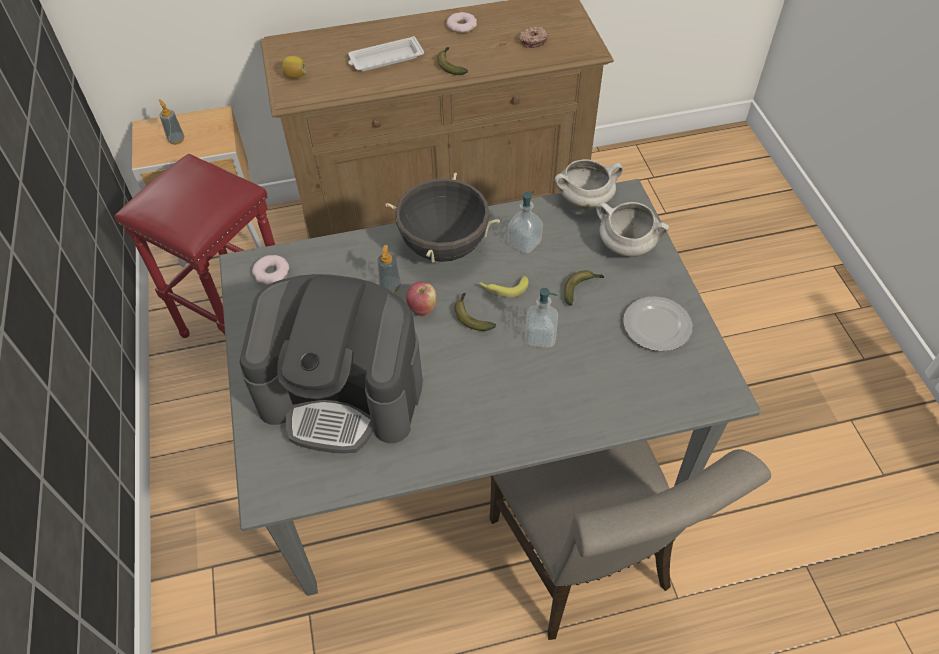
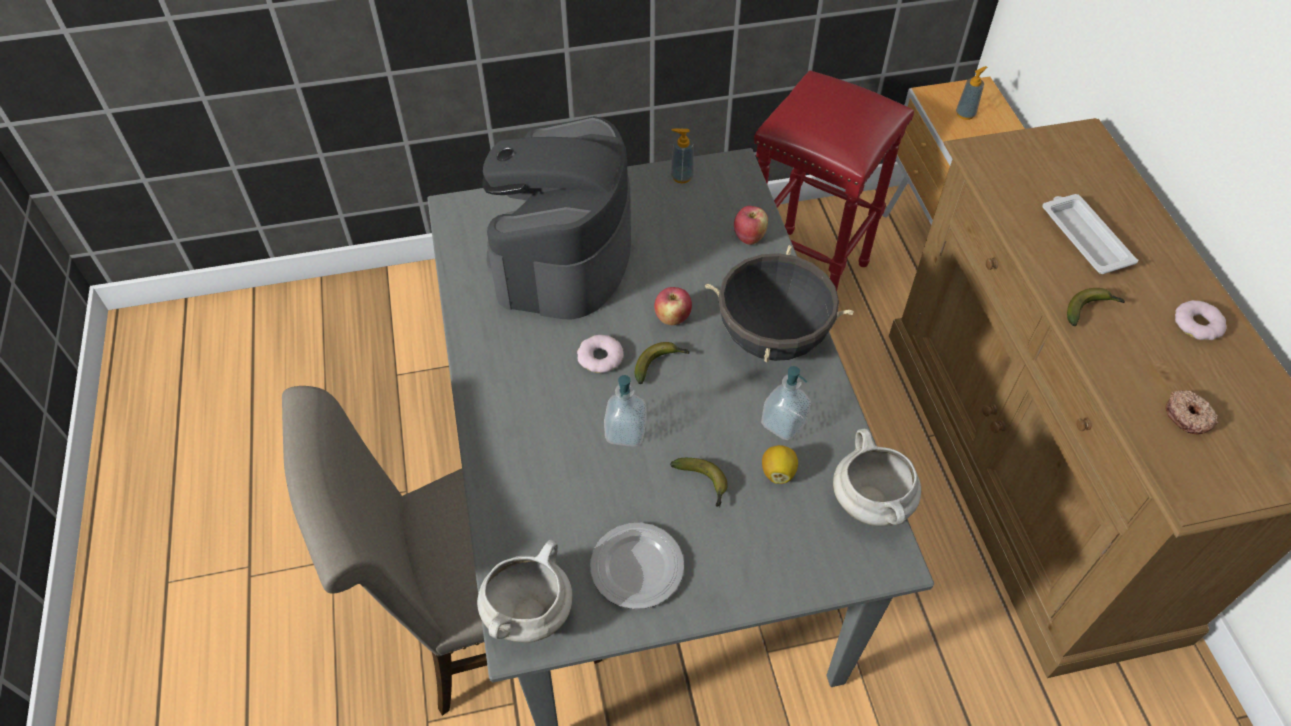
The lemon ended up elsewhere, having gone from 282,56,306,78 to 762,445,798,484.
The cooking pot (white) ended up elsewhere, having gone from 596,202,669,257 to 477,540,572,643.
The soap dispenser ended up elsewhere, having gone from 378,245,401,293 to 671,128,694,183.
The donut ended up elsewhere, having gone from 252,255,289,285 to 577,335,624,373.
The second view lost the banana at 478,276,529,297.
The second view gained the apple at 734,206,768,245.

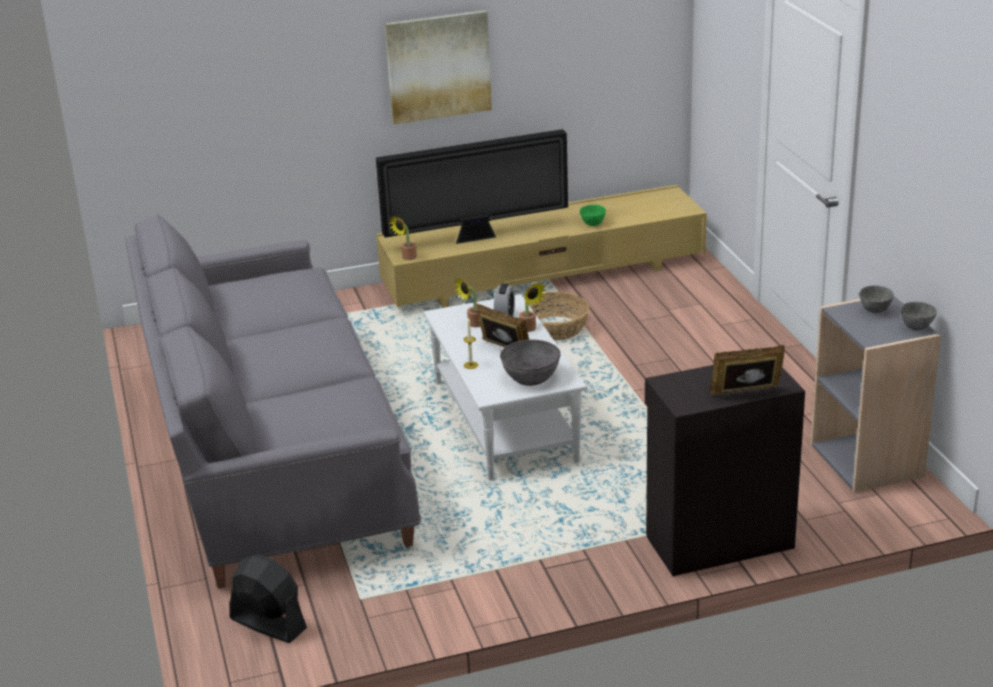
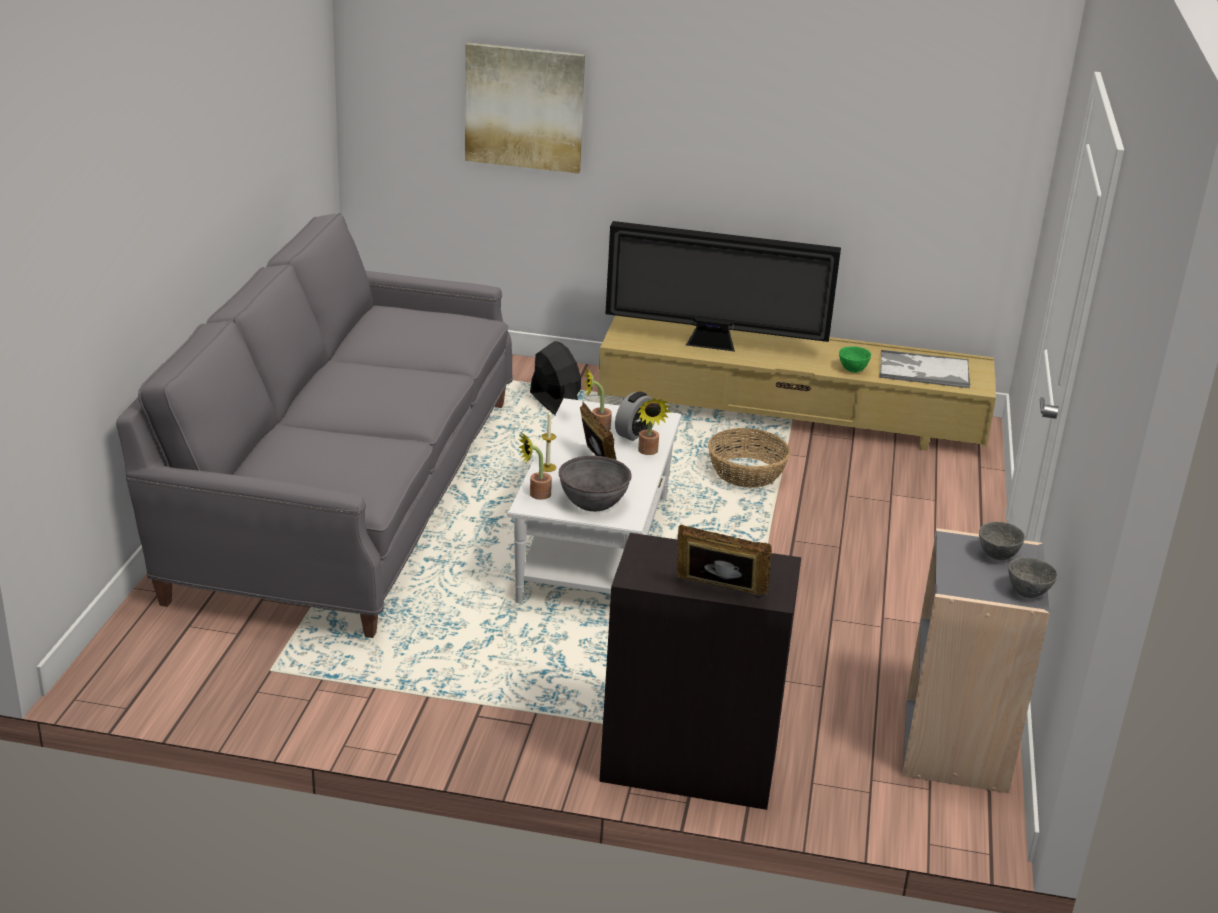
The picture ended up elsewhere, having gone from 385,10,492,124 to 465,43,585,173.
The potted plant ended up elsewhere, having gone from 389,216,417,260 to 518,432,552,500.
The fan (black) ended up elsewhere, having gone from 229,554,307,643 to 530,341,581,415.
The second view gained the tray at 879,350,970,388.

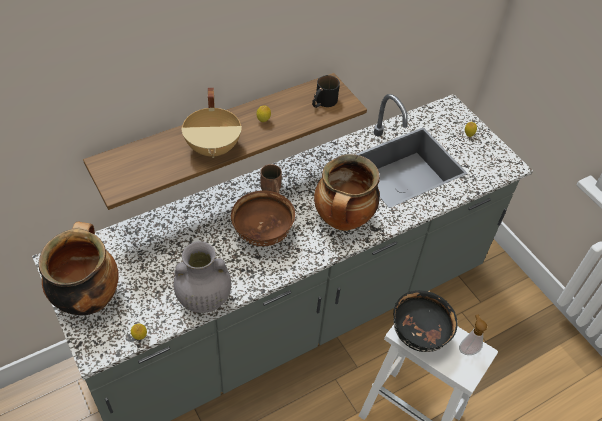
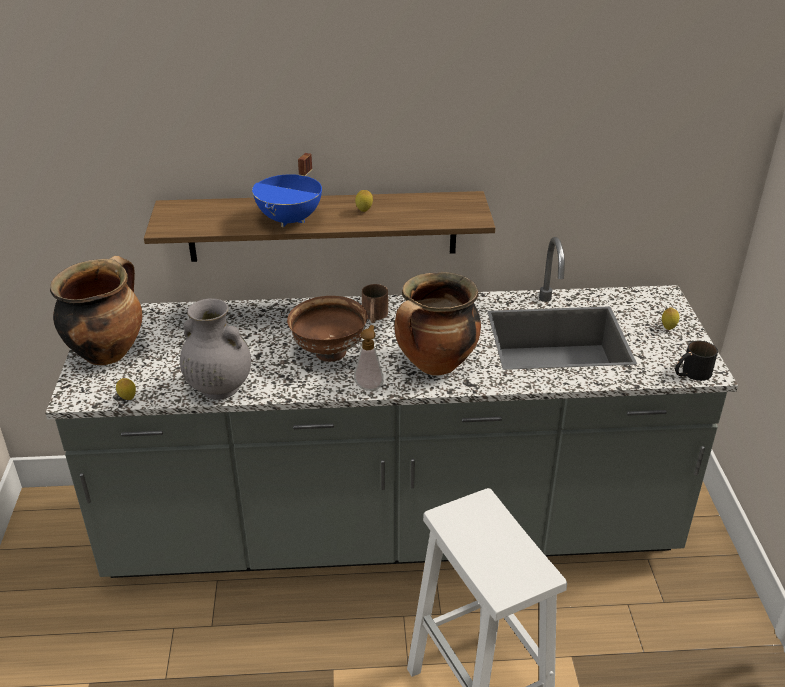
The mug (black) ended up elsewhere, having gone from 312,75,340,108 to 675,341,718,381.
What was the cooking pot (beige) at 181,88,242,158 turned into the cooking pot (blue) at 252,153,322,227.
The second view lost the bowl (black) at 393,290,457,352.
The soap dispenser ended up elsewhere, having gone from 459,315,487,355 to 354,325,384,391.

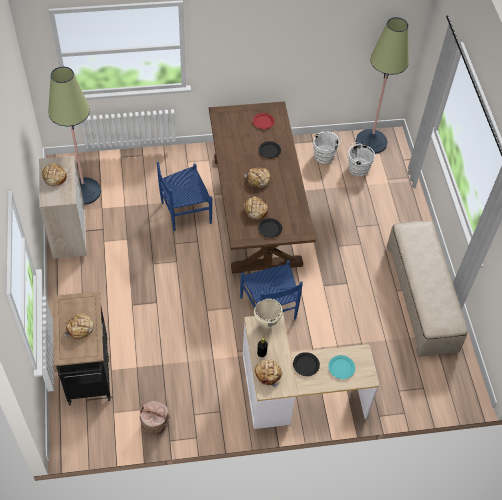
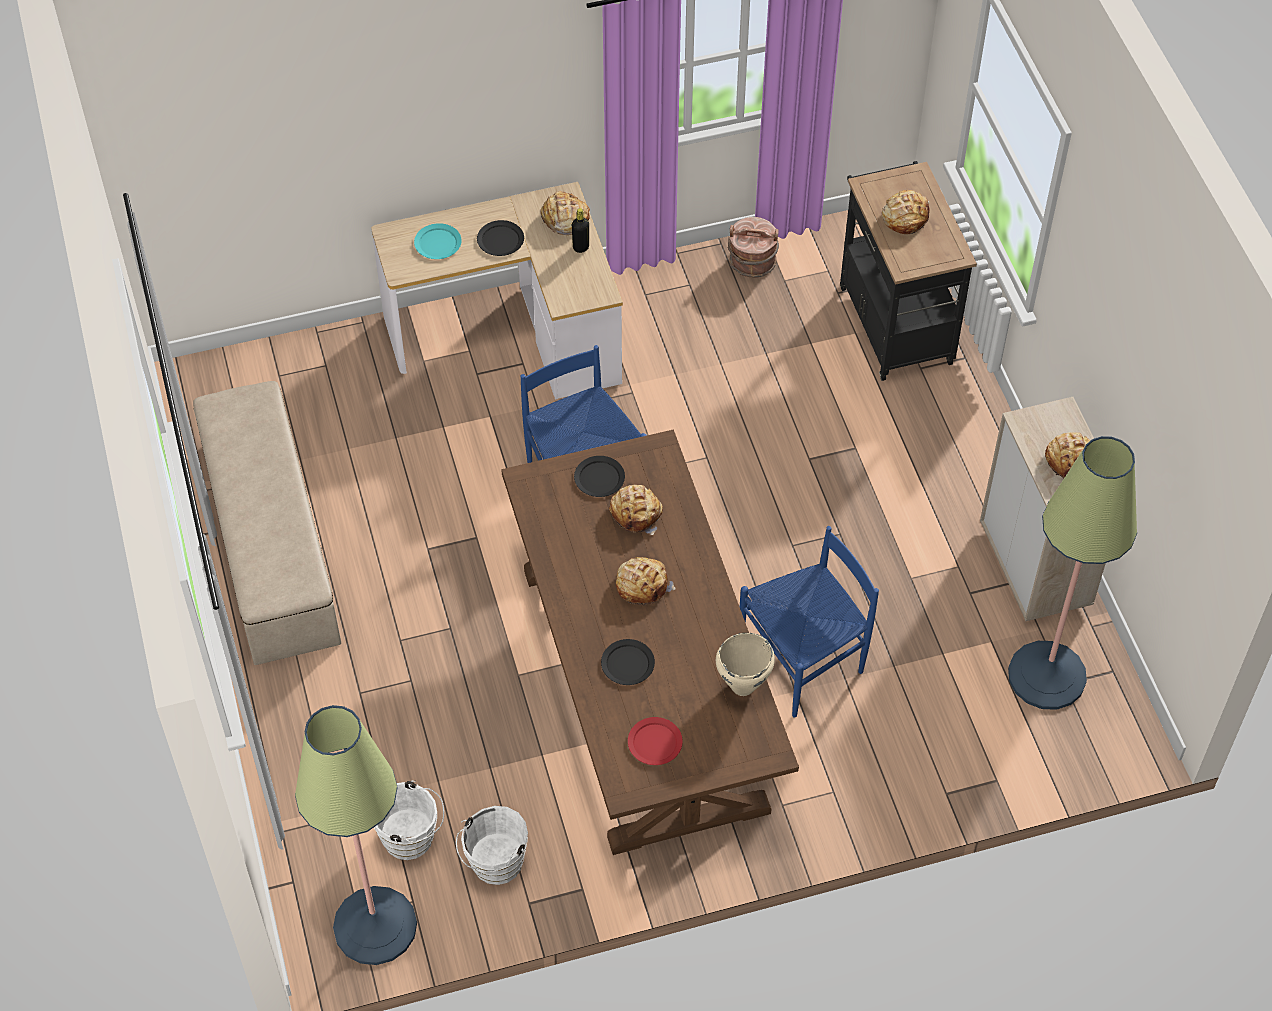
The cooking pot (beige) ended up elsewhere, having gone from 254,299,283,329 to 716,633,775,696.

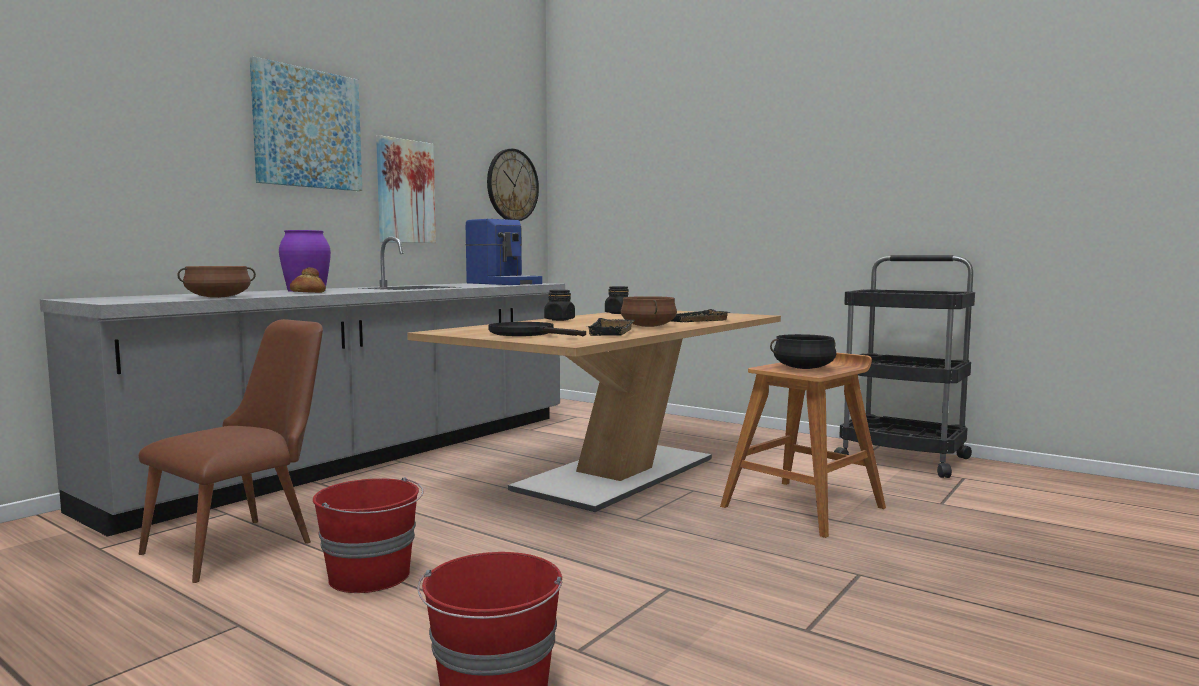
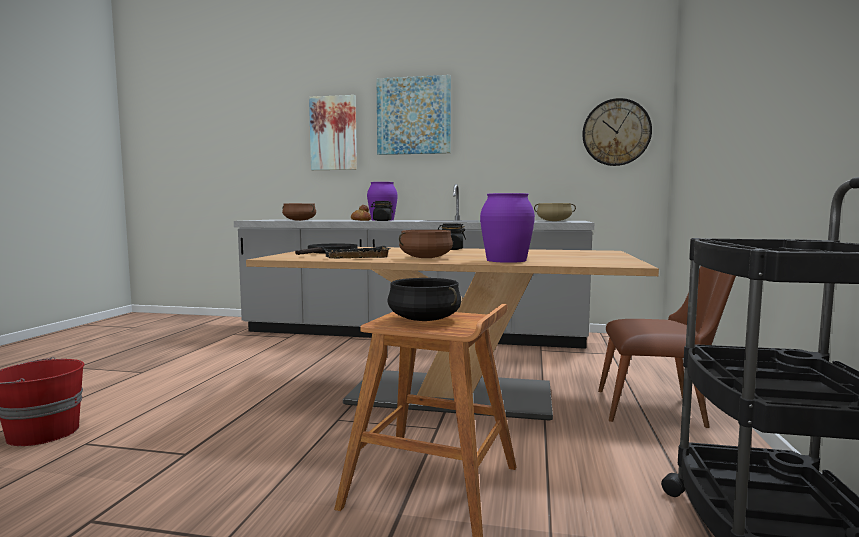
The picture ended up elsewhere, having gone from 376,135,436,243 to 309,95,357,170.
Where the coffee machine stood at 465,219,542,285, the cooking pot (beige) came to stand at 534,203,576,221.
The jar (black) ended up elsewhere, having gone from 605,286,629,314 to 371,201,393,221.
Where the tray (black) stood at 671,309,730,322, the vase (purple) came to stand at 480,193,535,263.
The chair (brown) ended up elsewhere, having gone from 138,319,323,583 to 598,266,736,428.
The second view lost the bucket (red) at 313,477,423,593.

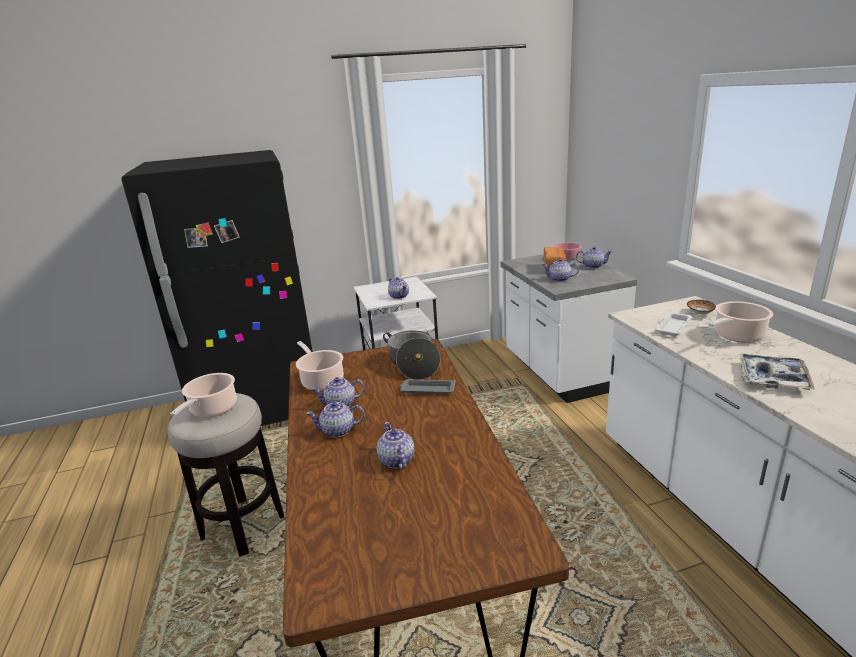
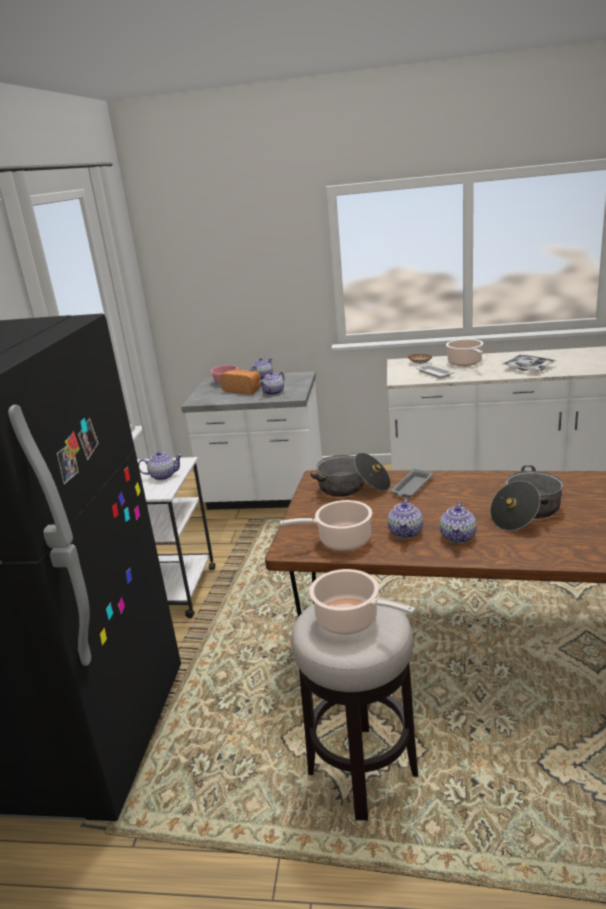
Where the teapot stood at 377,422,414,470, the cooking pot came to stand at 490,466,564,531.

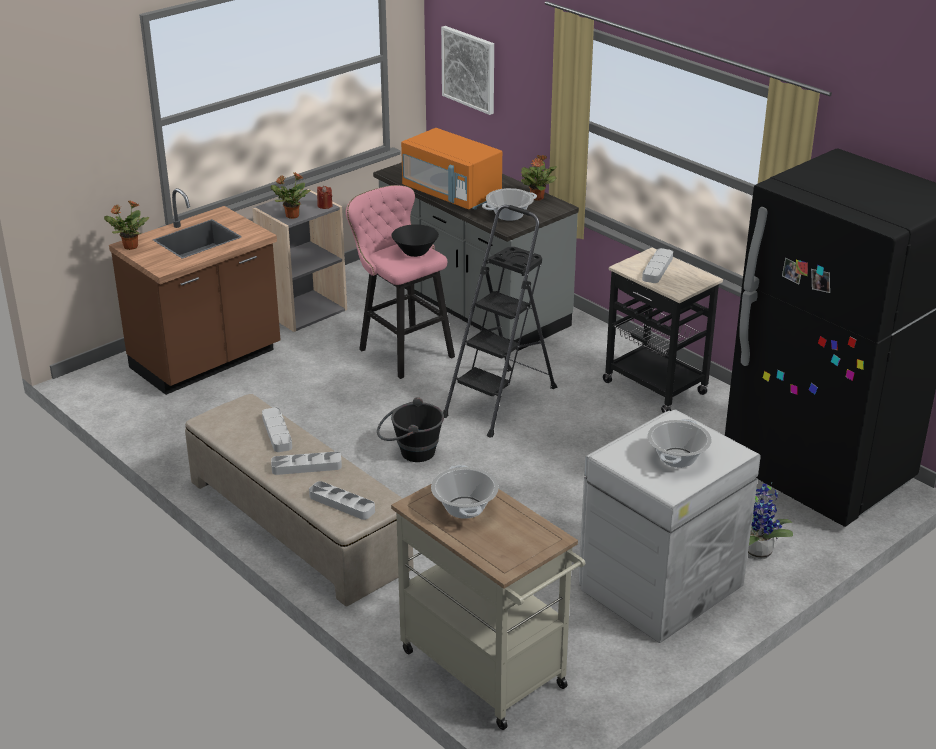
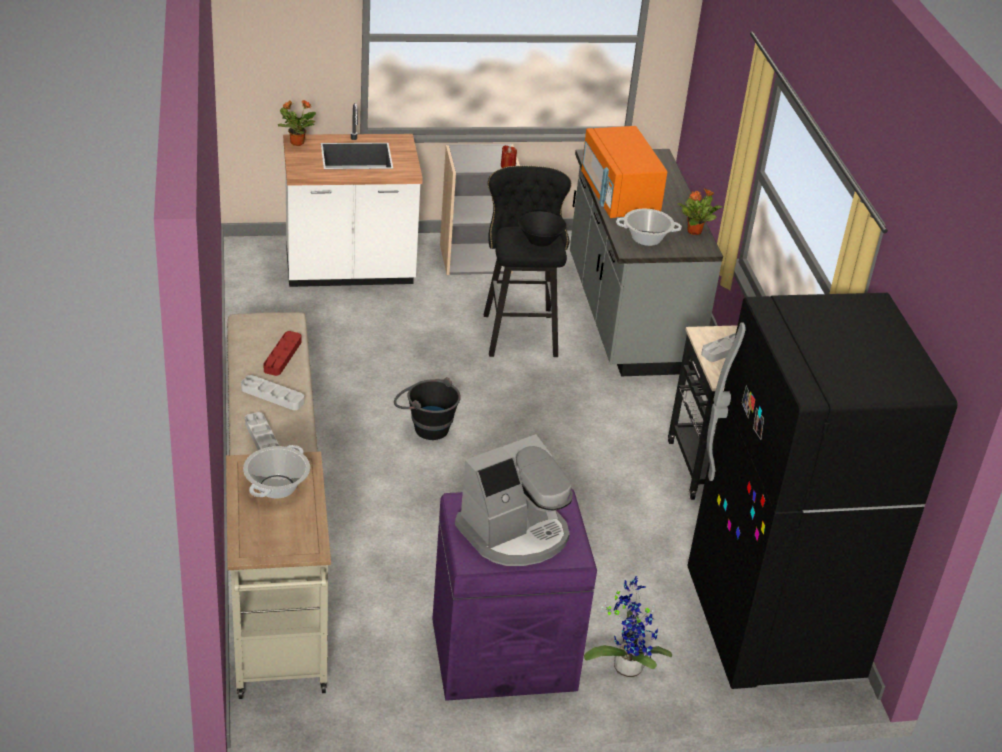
The second view lost the picture at 441,26,494,115.
The second view lost the potted plant at 271,173,311,219.
What was the stool (pink) at 346,185,455,379 turned into the stool (black) at 484,166,571,357.
What was the counter (brown) at 109,188,280,395 turned into the counter (white) at 283,103,423,287.
The second view lost the step ladder at 443,205,557,437.
What was the tray (grey) at 262,407,292,452 turned into the tray (red) at 264,331,302,376.
What was the washing machine (white) at 579,410,761,643 turned into the washing machine (purple) at 432,489,597,701.
Where the cooking pot stood at 648,419,712,468, the coffee machine came to stand at 455,434,573,566.

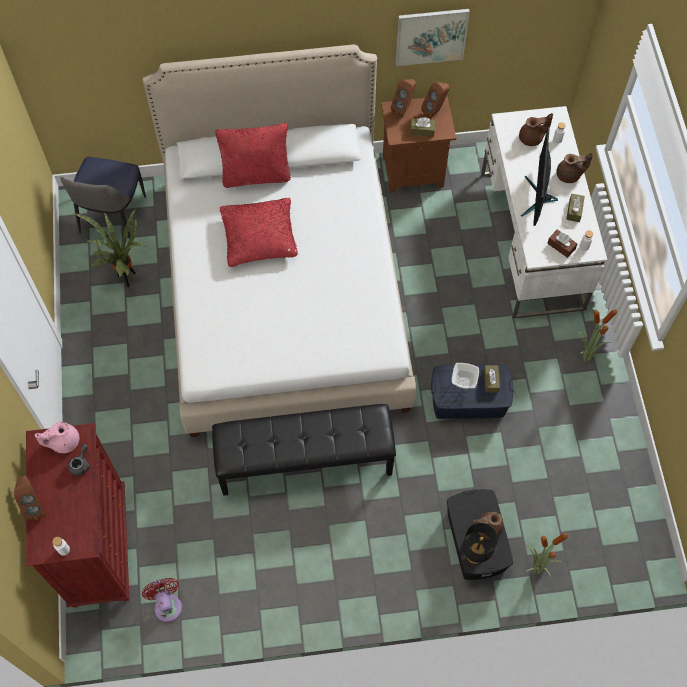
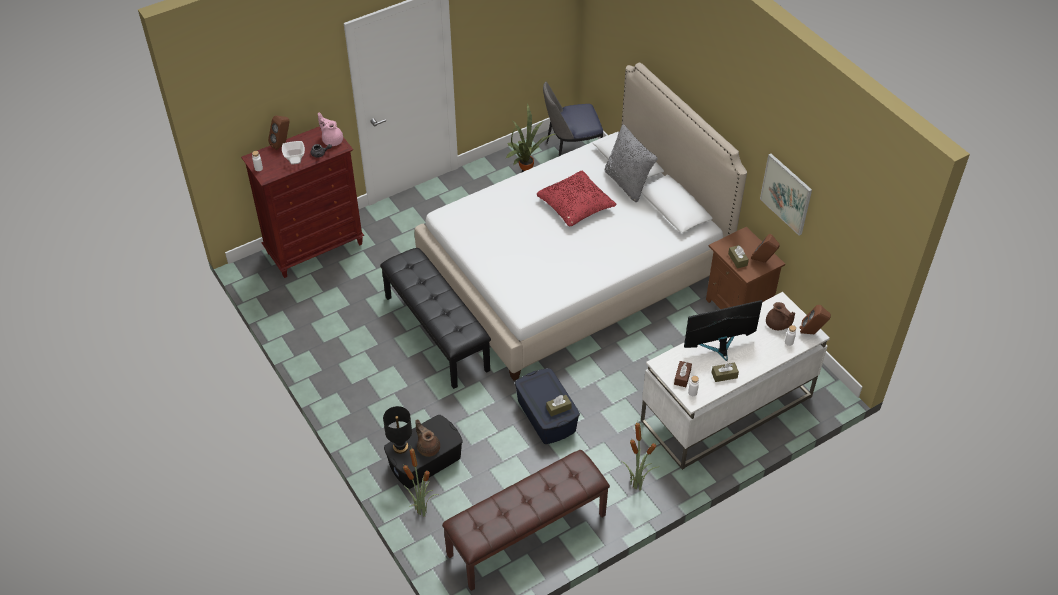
The speaker (brown) ended up elsewhere, having gone from 391,79,416,117 to 800,305,831,334.
What was the pillow (red) at 215,123,291,188 turned into the pillow (grey) at 605,125,658,202.
The second view lost the teapot (brown) at 556,153,593,183.
The bowl ended up elsewhere, having gone from 452,363,479,389 to 282,141,305,164.
The second view lost the fan (red) at 142,578,182,622.
The second view gained the bench (brown) at 442,450,610,591.

